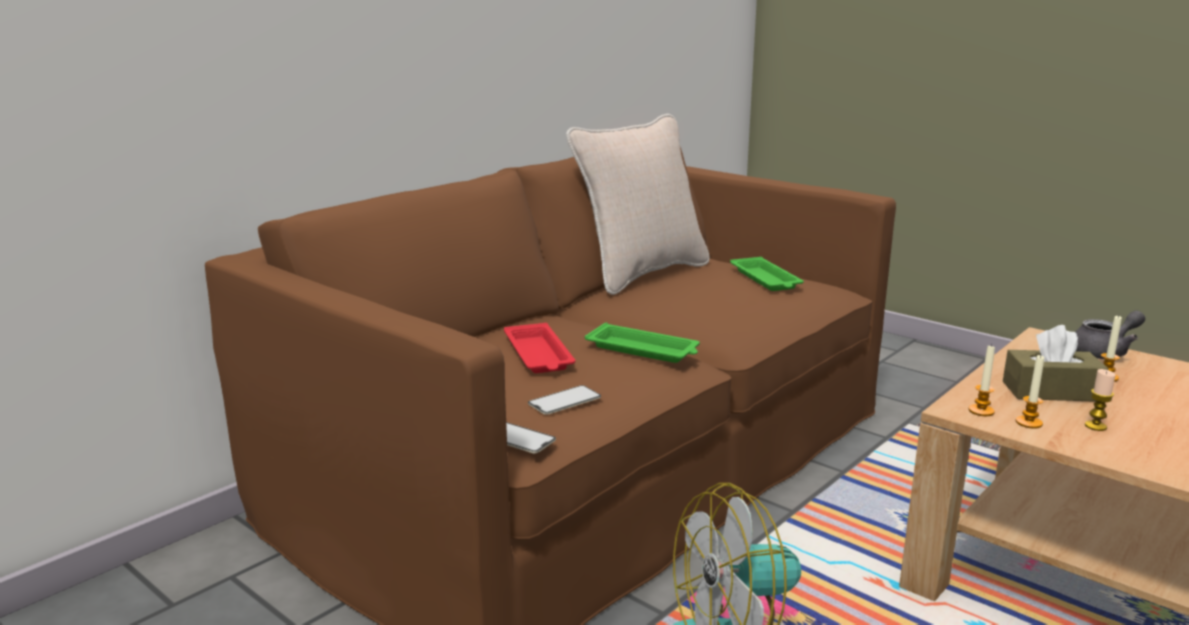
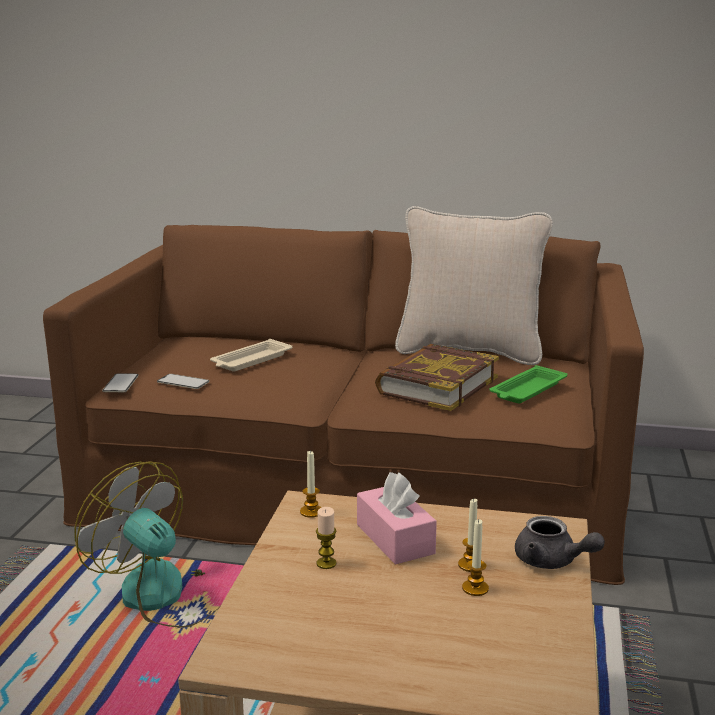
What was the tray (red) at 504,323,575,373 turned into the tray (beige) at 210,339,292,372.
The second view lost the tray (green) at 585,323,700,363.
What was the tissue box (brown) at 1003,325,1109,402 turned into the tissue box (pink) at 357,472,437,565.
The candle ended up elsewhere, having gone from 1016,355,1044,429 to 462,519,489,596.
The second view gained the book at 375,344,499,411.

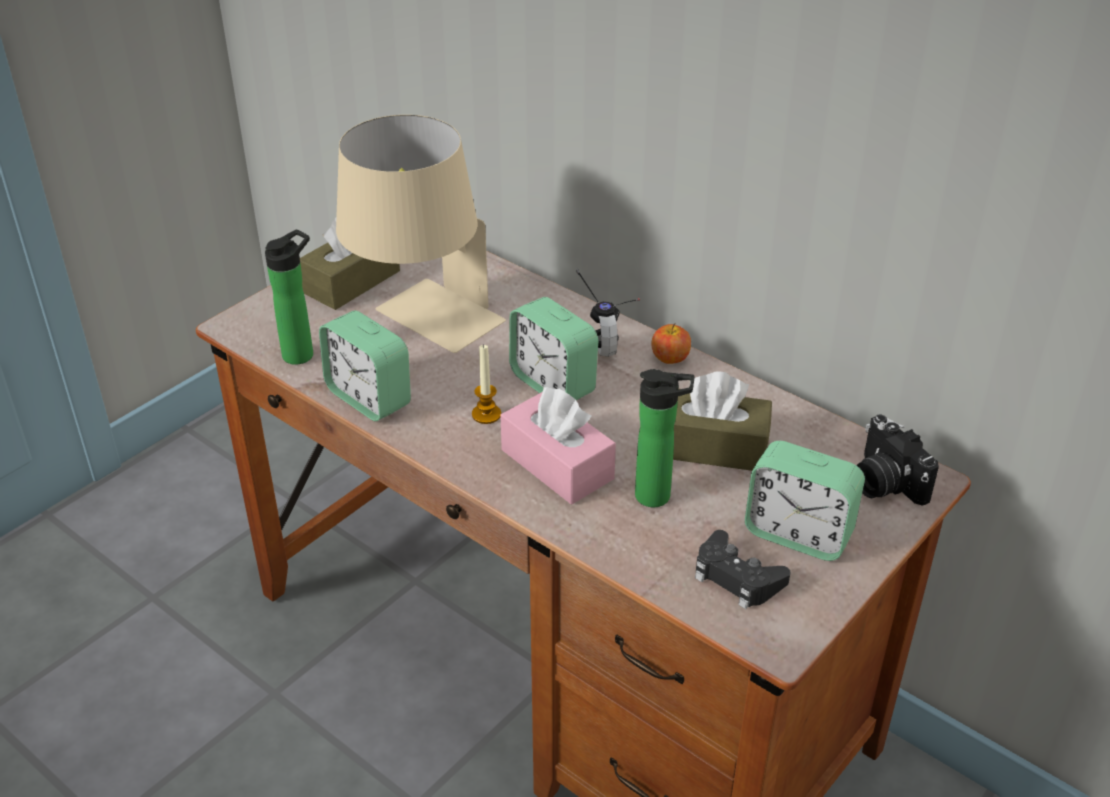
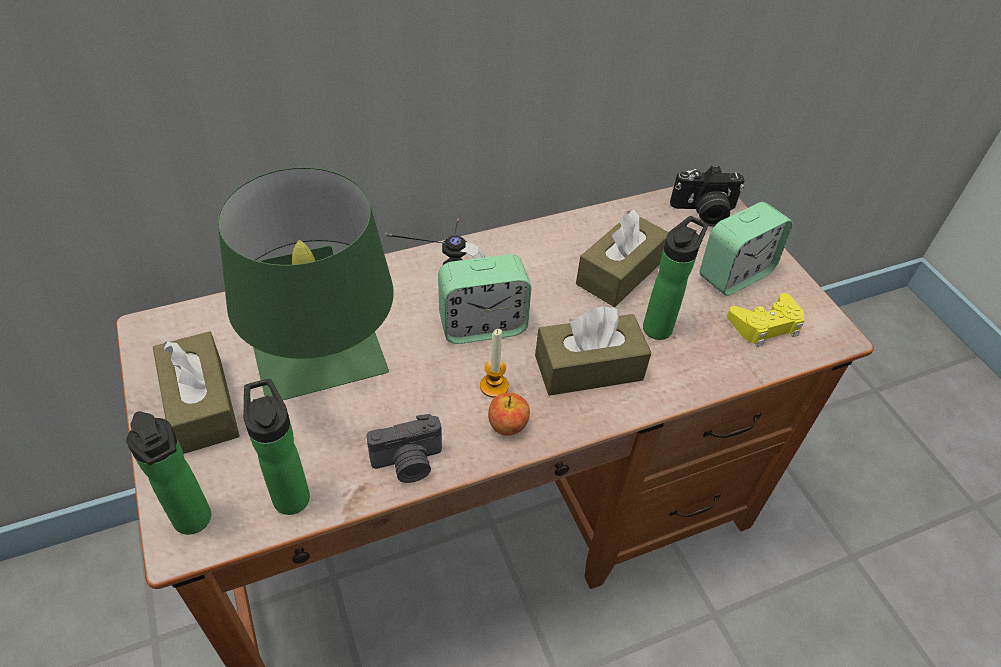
What was the table lamp (beige) at 336,115,506,353 turned into the table lamp (green) at 218,168,394,400.
Where the alarm clock stood at 319,311,411,421, the photo camera came to stand at 366,414,442,483.
The apple ended up elsewhere, having gone from 651,323,691,364 to 488,392,530,436.
What was the tissue box (pink) at 500,387,616,505 turned into the tissue box (brown) at 535,306,651,396.
What was the game controller (black) at 695,530,791,609 turned into the game controller (yellow) at 727,293,805,347.
The second view gained the bottle at 126,411,211,535.

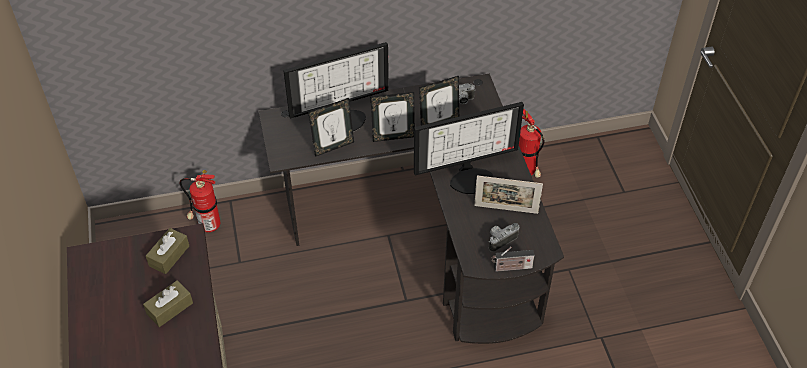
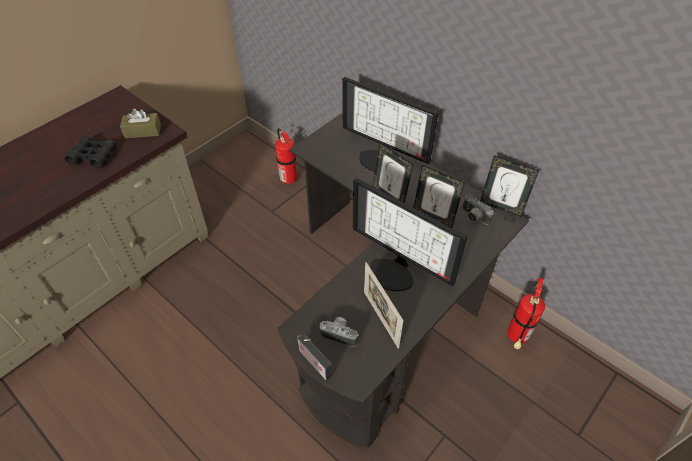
The picture frame ended up elsewhere, having gone from 308,98,354,157 to 480,155,539,217.
Where the tissue box (brown) stood at 143,280,193,327, the binoculars (black) came to stand at 65,136,116,169.

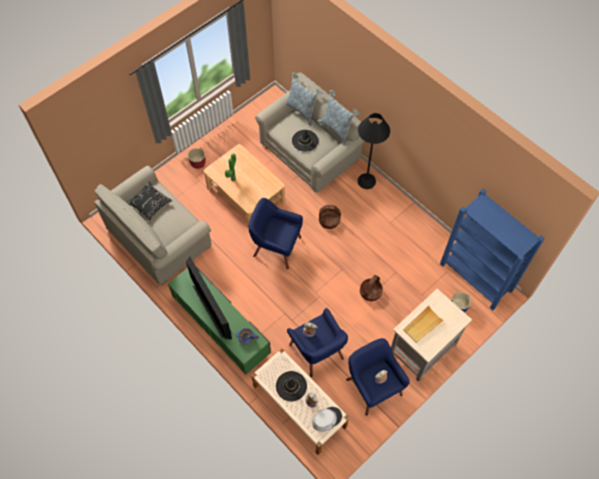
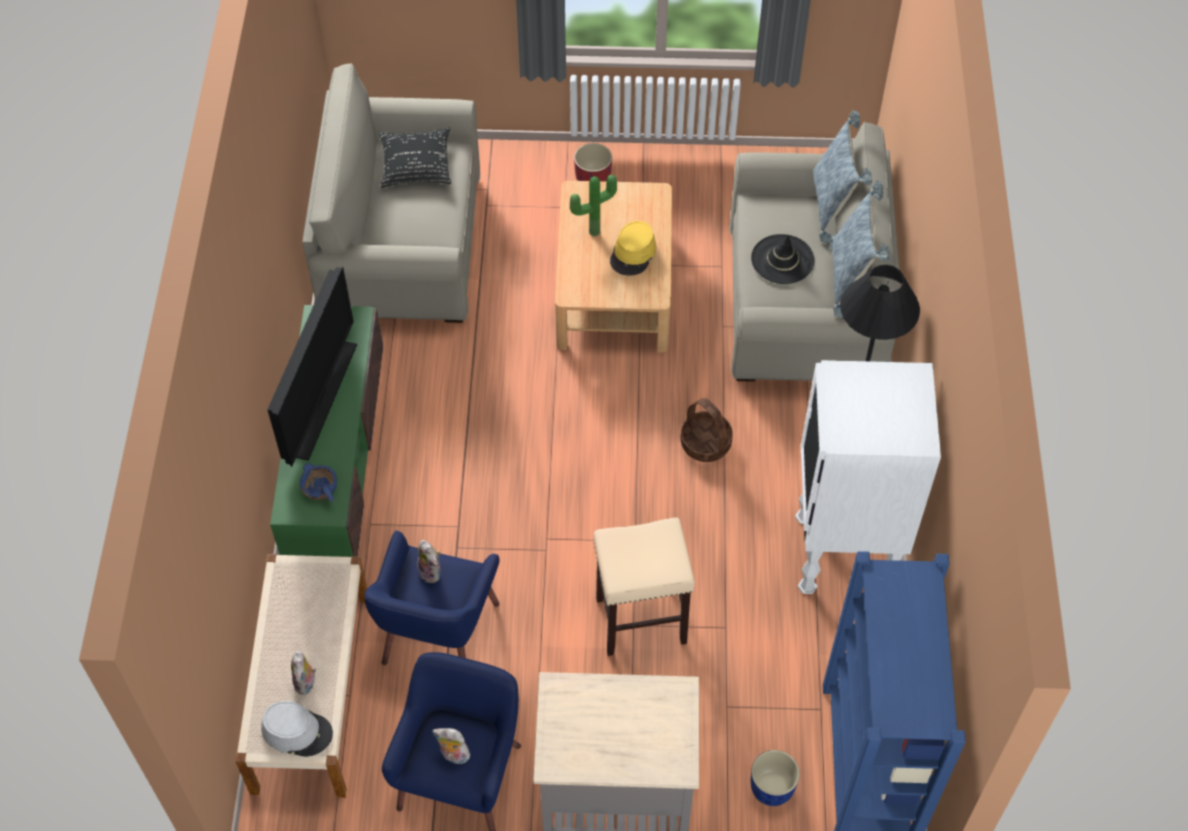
The second view lost the armchair (blue) at 248,198,303,269.
Where the basket stood at 360,275,383,301, the stool (beige) came to stand at 594,518,695,656.
The second view lost the tray (beige) at 404,306,443,343.
The second view lost the hat (black) at 276,371,307,401.
The second view gained the hat (yellow) at 610,221,656,276.
The second view gained the cabinet (white) at 795,360,941,594.

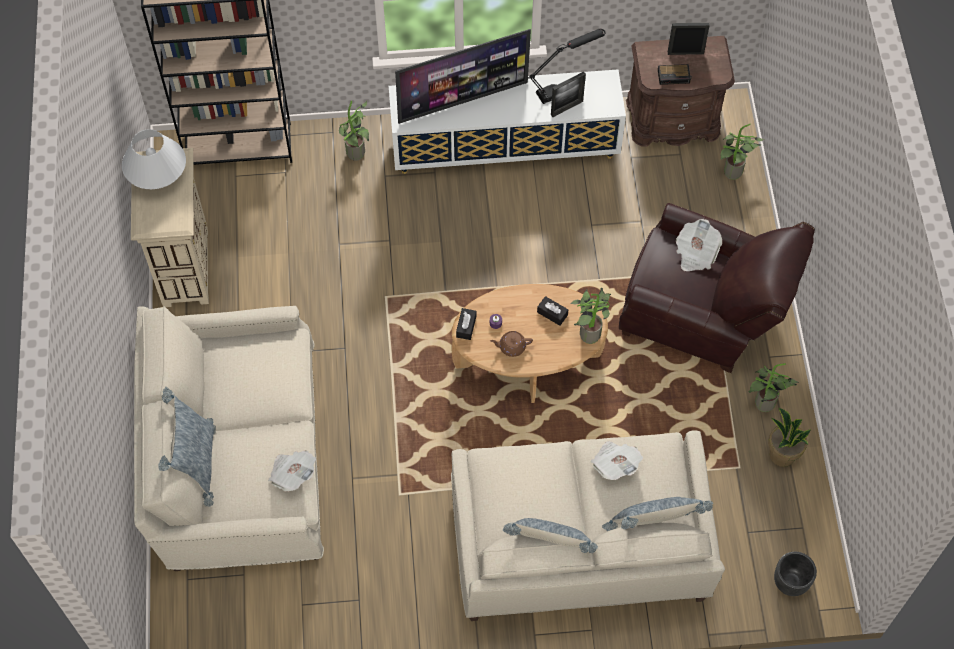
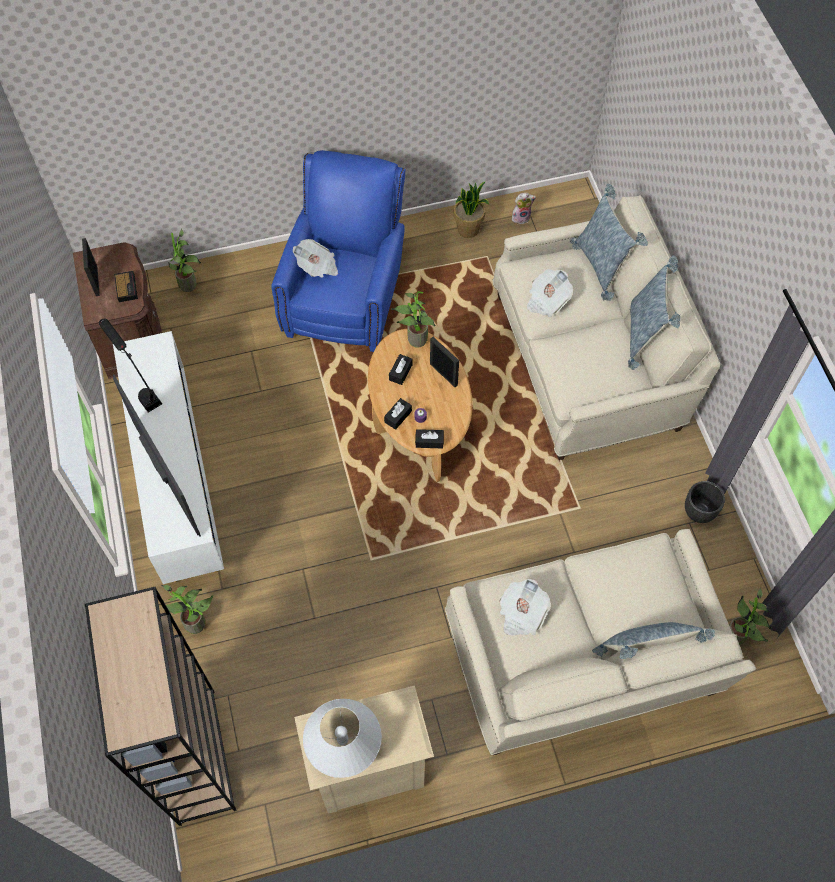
The picture frame ended up elsewhere, having gone from 551,71,586,117 to 430,337,459,387.
What was the armchair (brown) at 619,203,815,373 turned into the armchair (blue) at 271,150,405,352.
The second view lost the teapot (brown) at 490,331,533,357.
The potted plant ended up elsewhere, having gone from 749,363,799,412 to 729,587,771,645.
The newspaper ended up elsewhere, having gone from 268,450,316,491 to 499,579,551,635.
The planter (black) ended up elsewhere, having gone from 774,552,817,596 to 685,481,725,523.
The second view gained the plush toy at 512,193,536,224.
The second view gained the tissue box (black) at 384,398,412,430.

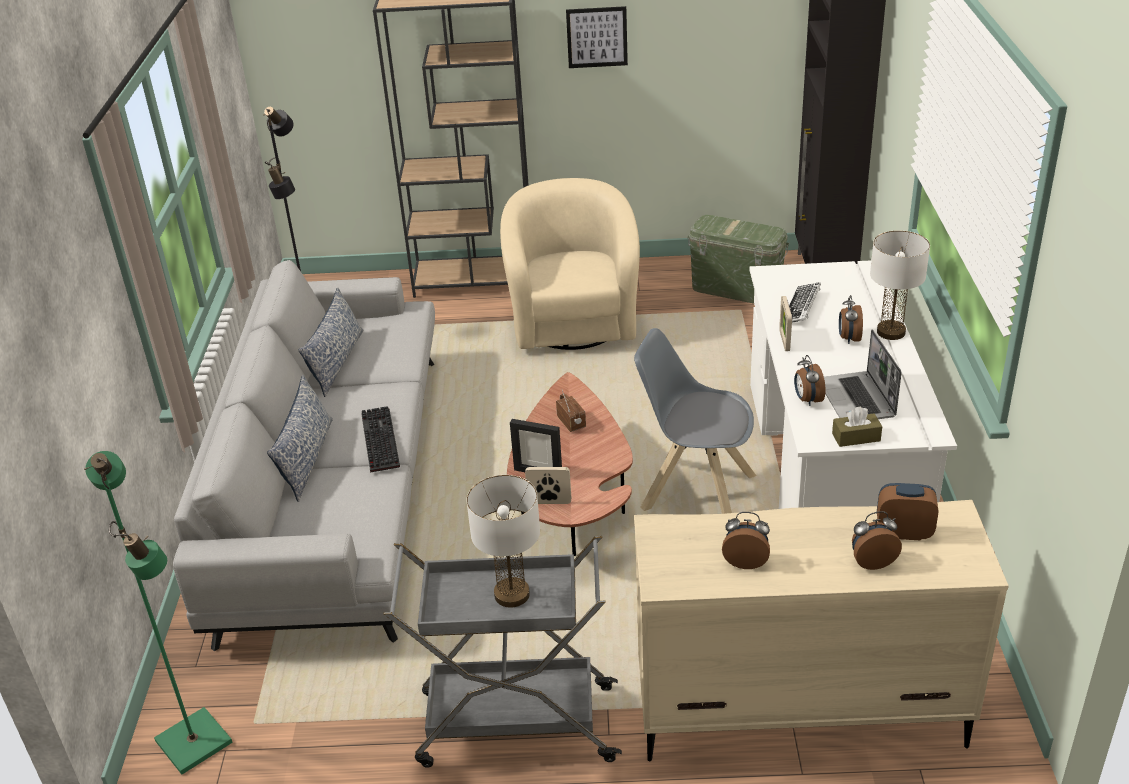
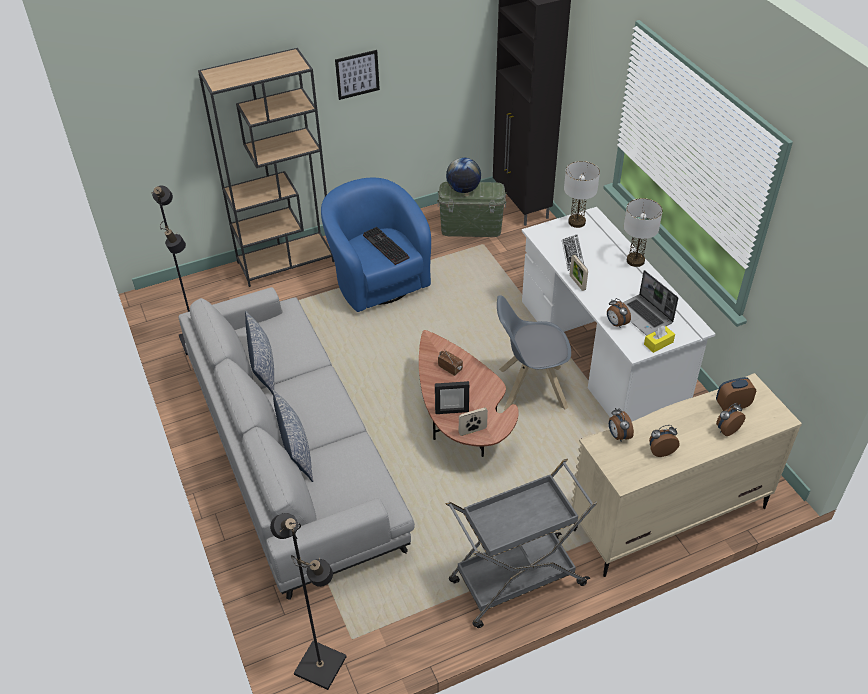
What was the armchair (beige) at 500,178,640,350 turned into the armchair (blue) at 321,178,431,312.
The alarm clock ended up elsewhere, having gone from 839,295,863,344 to 609,408,634,441.
The keyboard ended up elsewhere, having gone from 361,406,400,473 to 363,227,410,265.
What was the tissue box (brown) at 832,407,882,447 turned into the tissue box (yellow) at 644,326,675,353.
What was the floor lamp (green) at 84,451,233,775 turned into the floor lamp (black) at 270,513,347,690.
The table lamp ended up elsewhere, having gone from 467,475,540,608 to 564,161,600,228.
The second view gained the globe at 446,157,481,193.

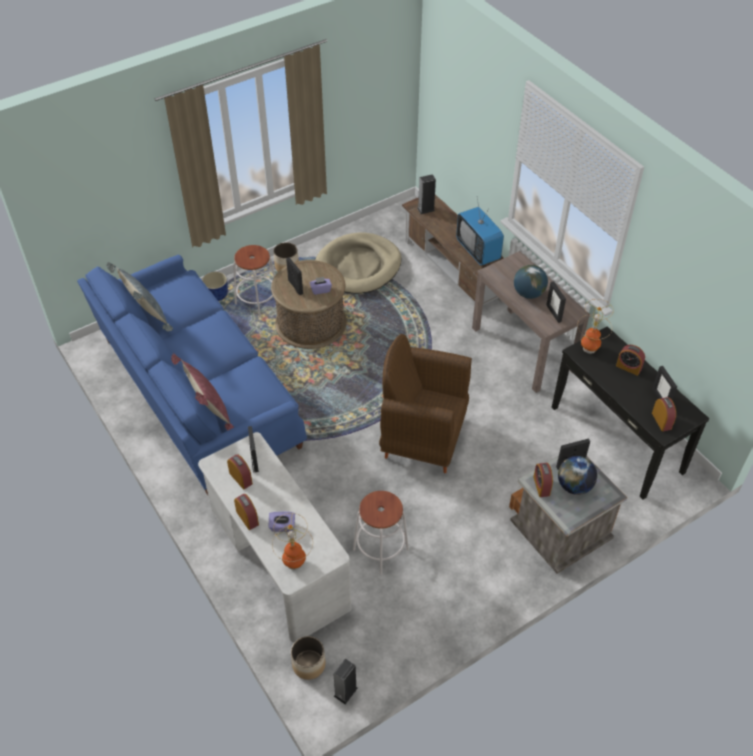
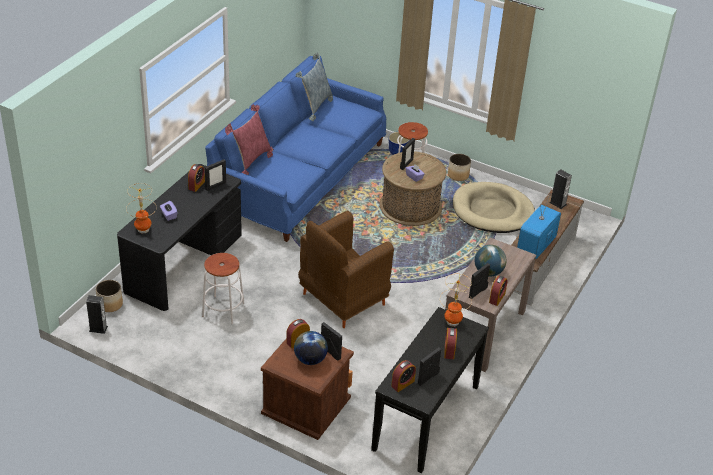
The armchair (brown) at 379,334,472,473 ended up facing another way, 120 degrees counterclockwise from before.
What was the desk (white) at 198,432,351,642 turned into the desk (black) at 117,164,242,311.
What was the nightstand (grey) at 509,456,627,574 turned into the nightstand (brown) at 261,338,354,440.
The alarm clock ended up elsewhere, having gone from 234,494,259,530 to 489,276,507,306.

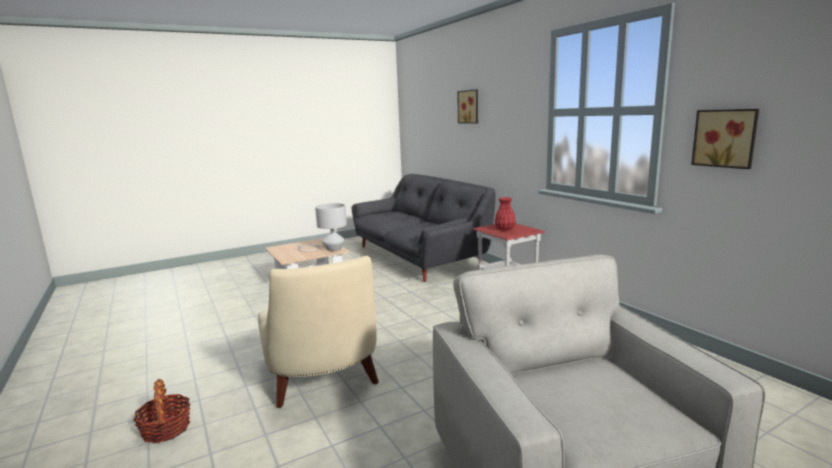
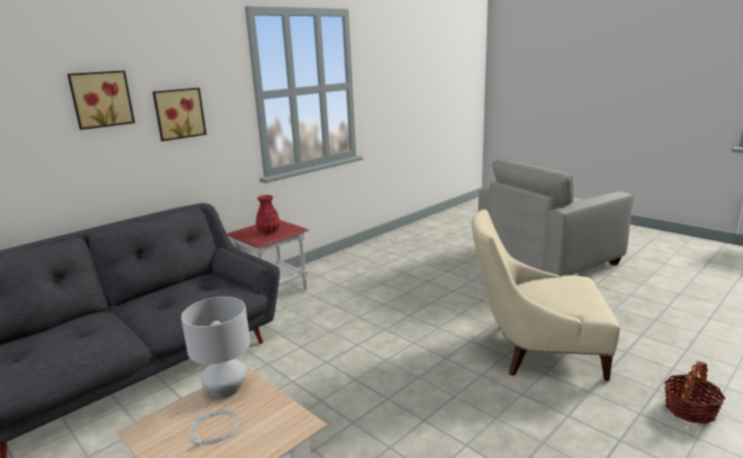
The picture ended up elsewhere, having gone from 691,109,759,169 to 153,88,207,141.
The armchair (beige) at 258,256,379,408 ended up facing another way, 135 degrees counterclockwise from before.

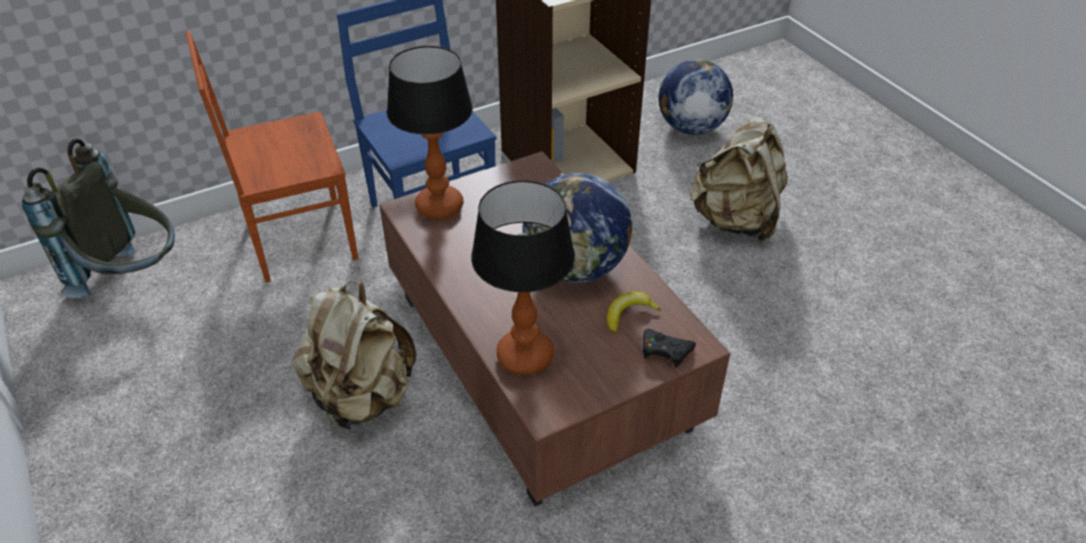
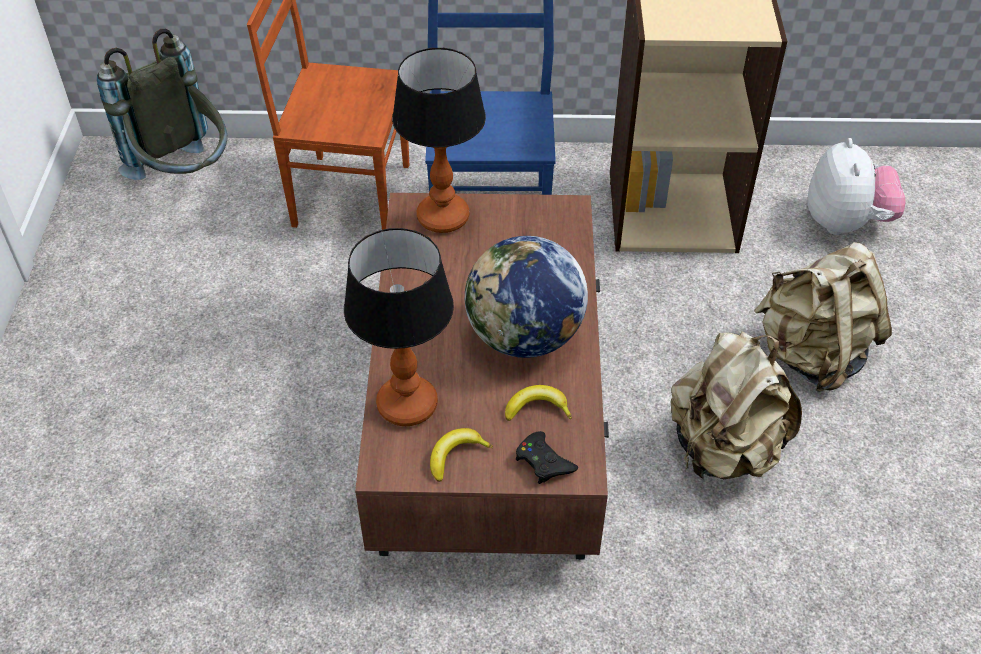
Where the globe stood at 658,59,734,135, the plush toy came to stand at 807,138,905,235.
The backpack (beige) ended up elsewhere, having gone from 292,281,417,430 to 670,332,802,479.
The second view gained the banana at 430,428,493,482.

